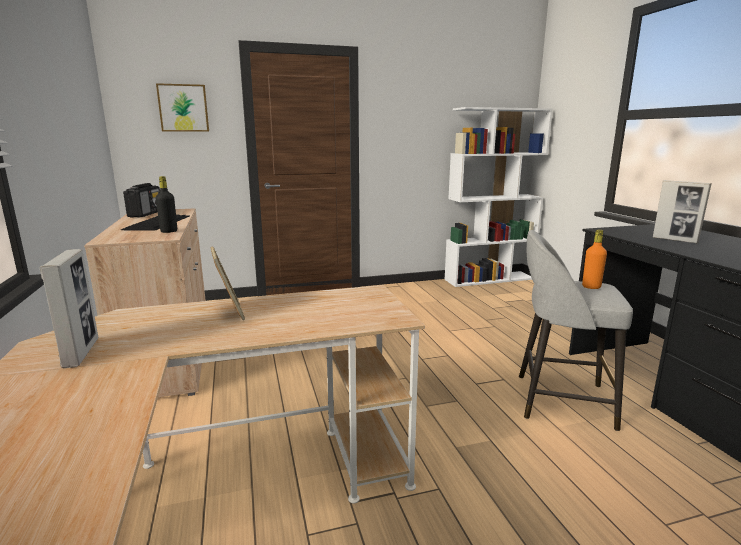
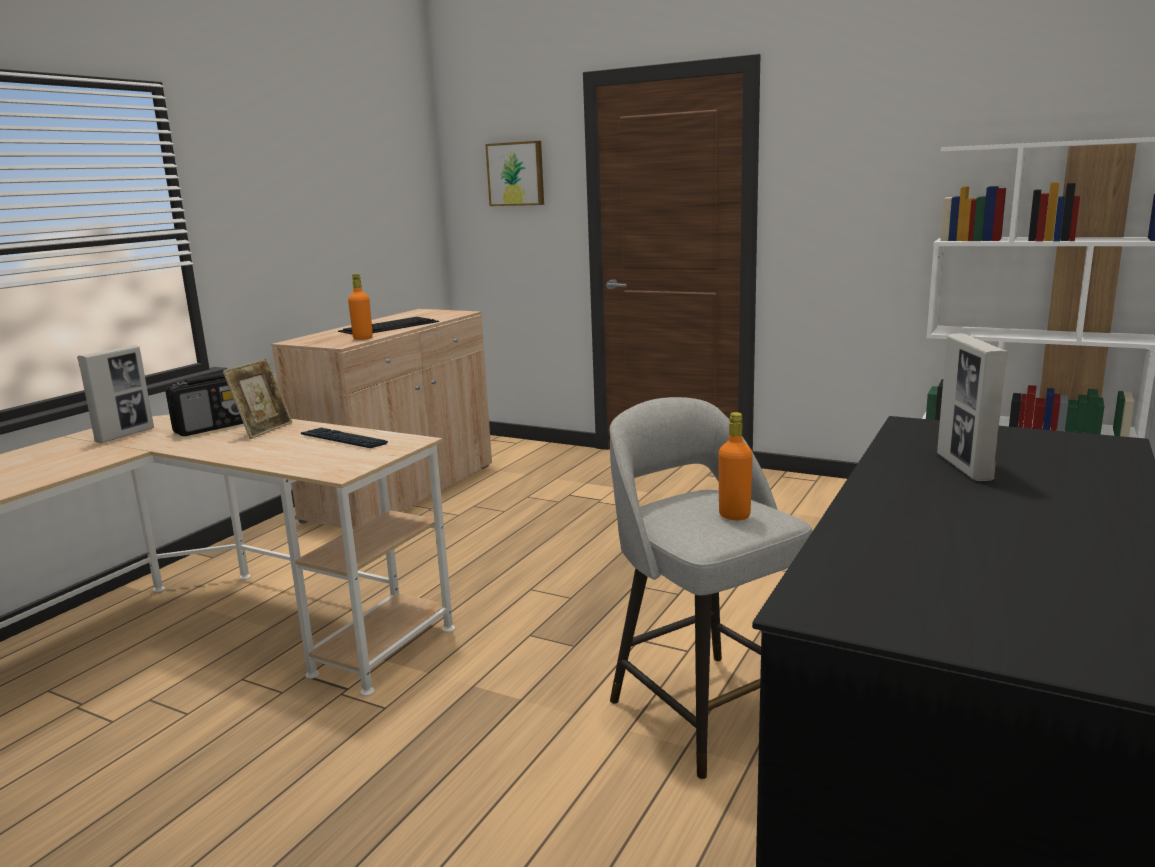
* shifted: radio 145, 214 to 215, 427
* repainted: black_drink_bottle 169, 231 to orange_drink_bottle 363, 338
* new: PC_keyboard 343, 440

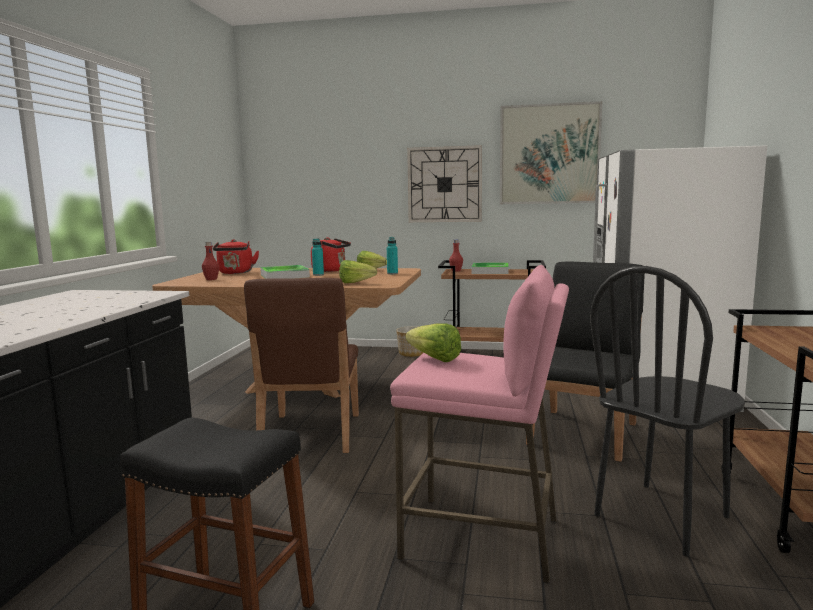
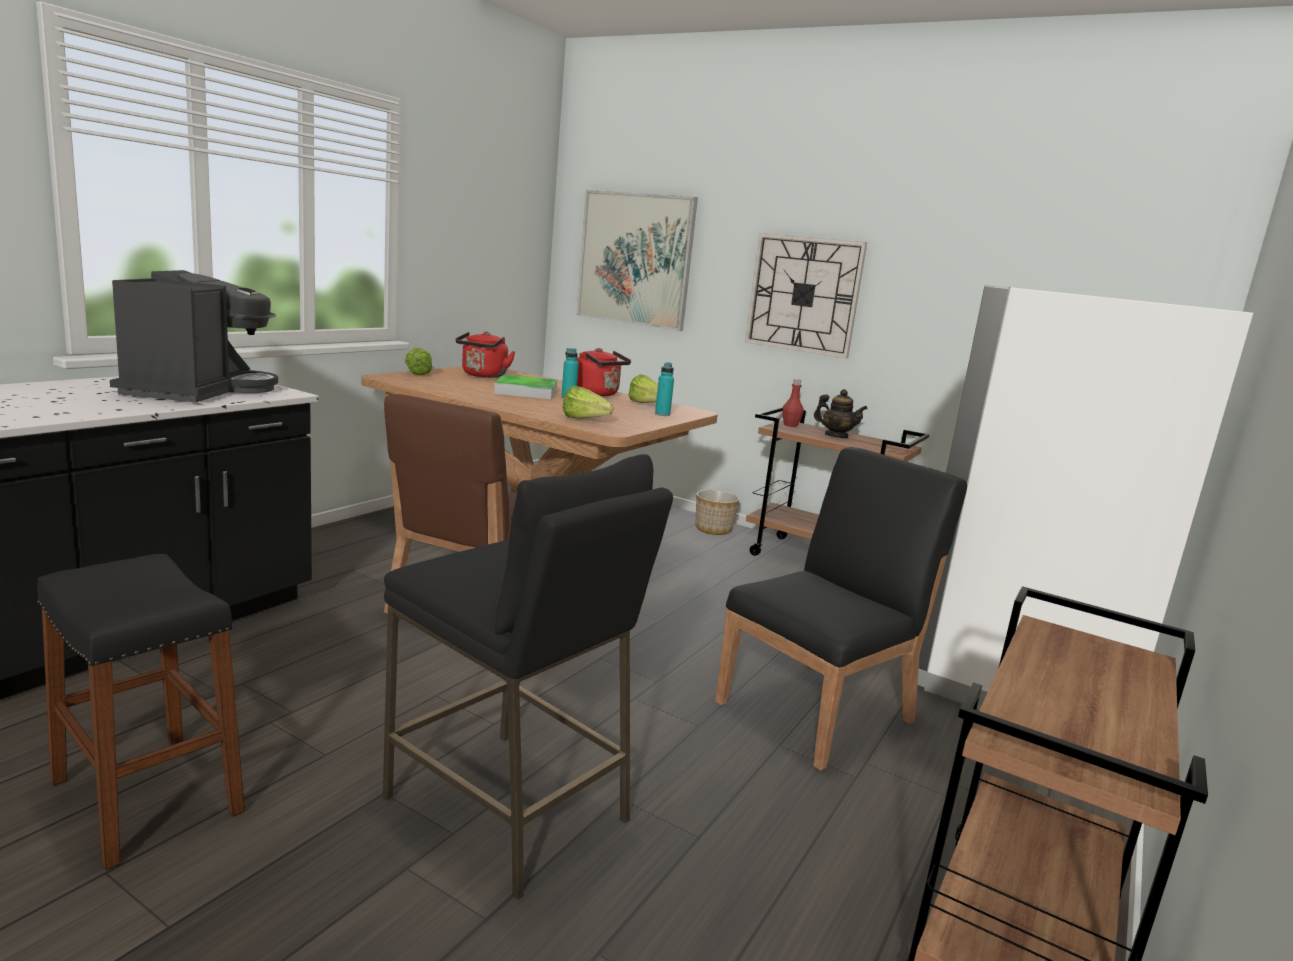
* gone: reddish_drink_bottle 211, 279
* repainted: pinkish_sitting_stool 482, 538 to black_sitting_stool 509, 808
* shifted: head_of_lettuce 431, 358 to 416, 372
* swapped: carrying_tray 490, 271 to tea_pot 836, 436
* shifted: wall_art 549, 154 to 635, 259
* gone: black_plain_chair 662, 516
* new: coffee_maker 198, 390

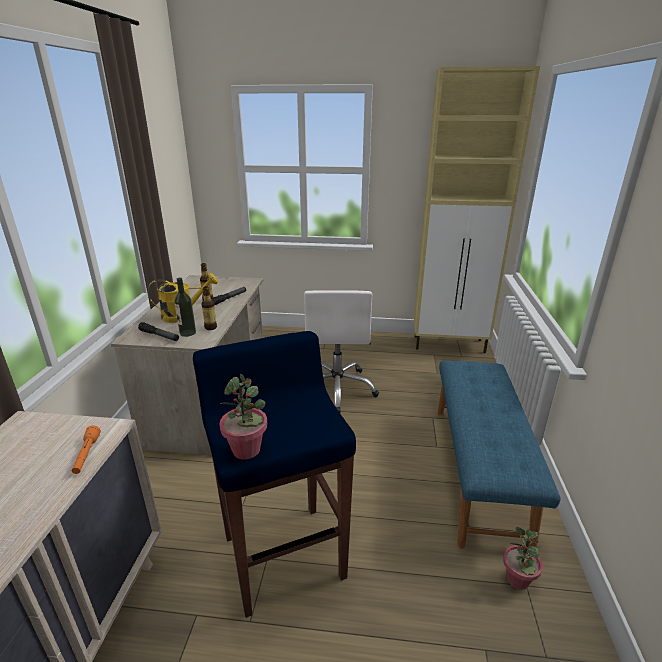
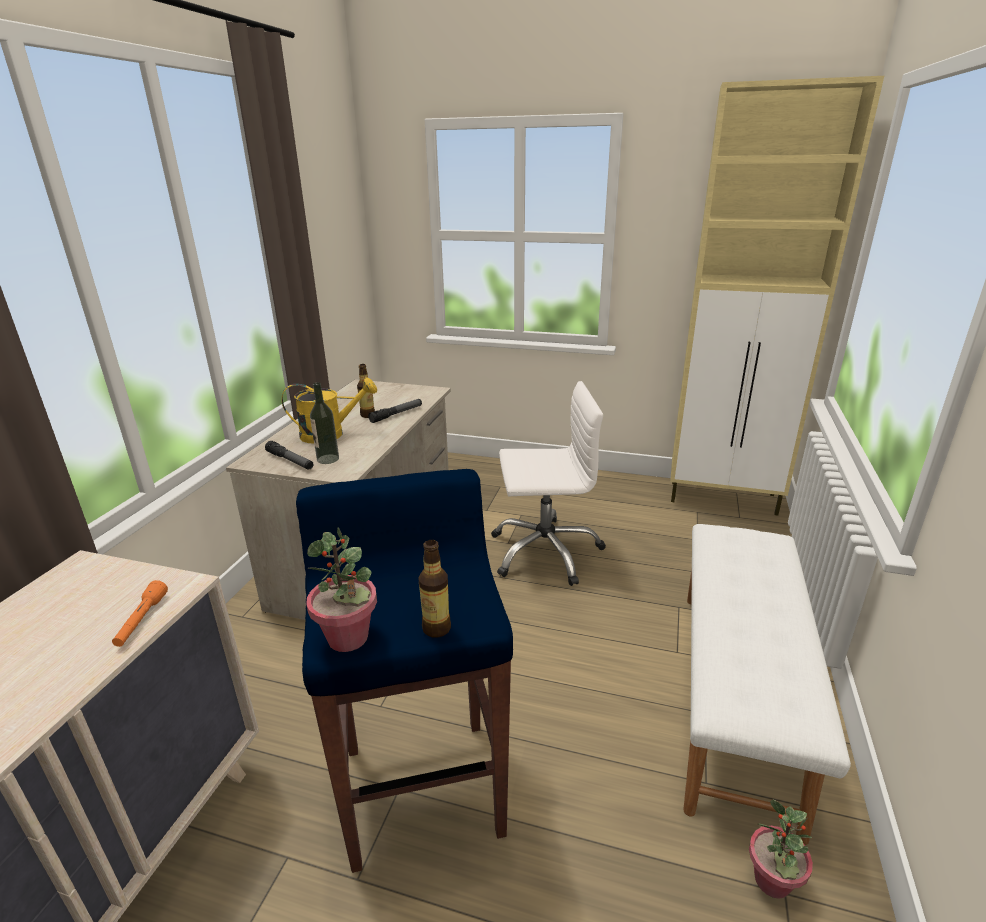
* shifted: drink_bottle 211, 327 to 436, 628
* rotated: whitish_desk_chair 337, 389 = 545, 551 105 degrees counterclockwise
* repainted: bluish_long_seat 478, 470 to whitish_long_seat 737, 696

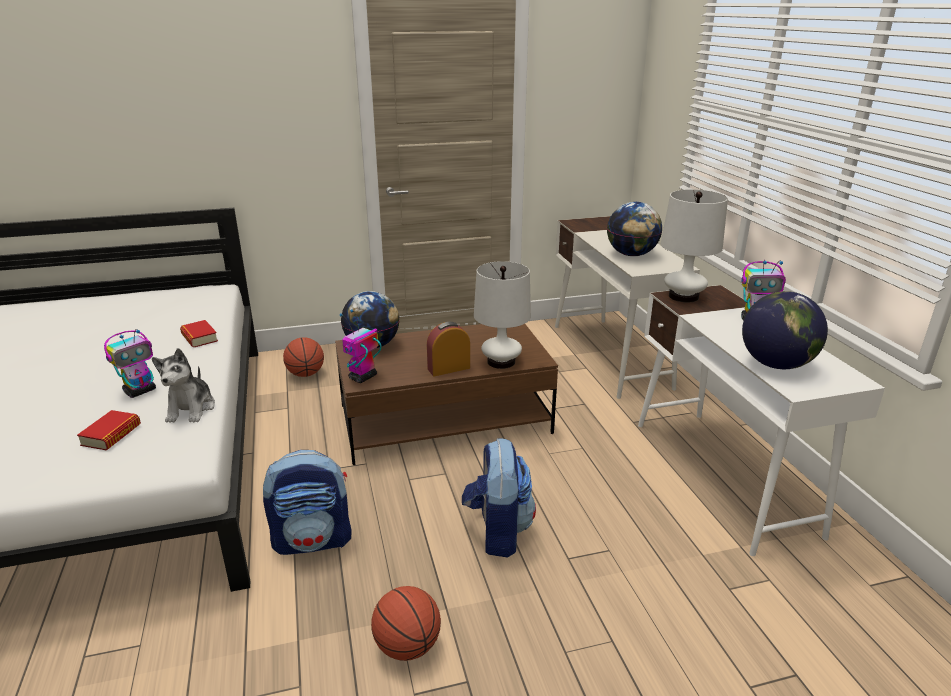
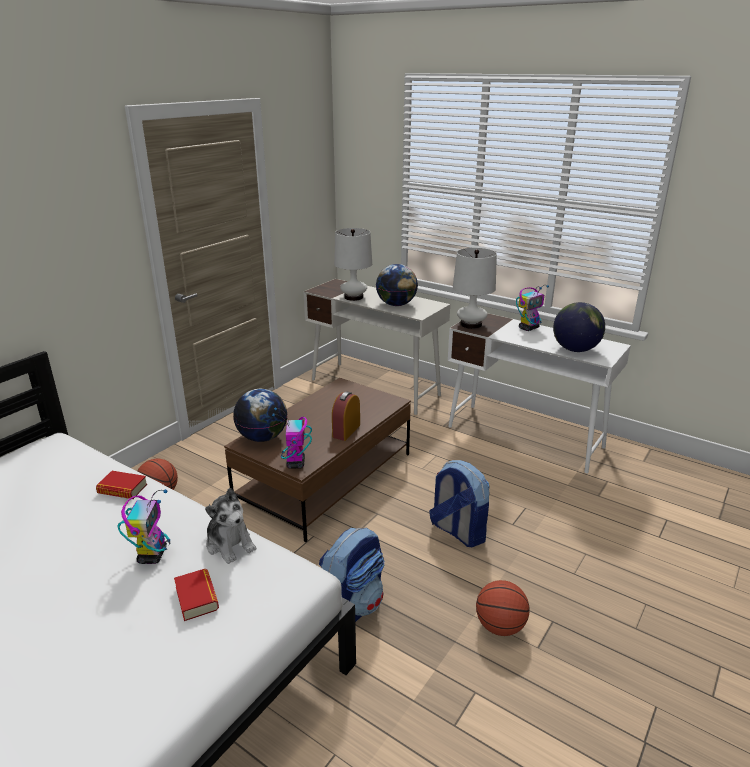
* shifted: whitish_lamp_for_a_table 501, 362 to 353, 297

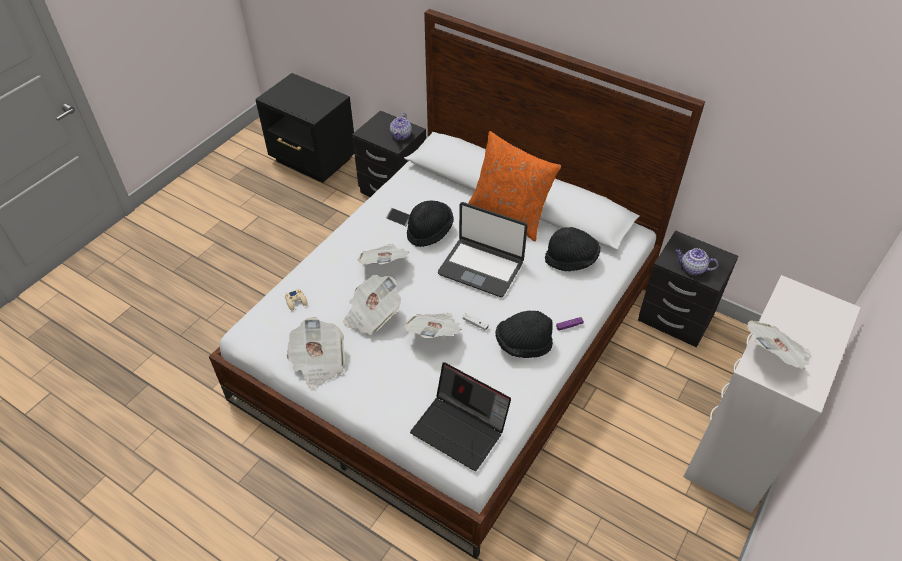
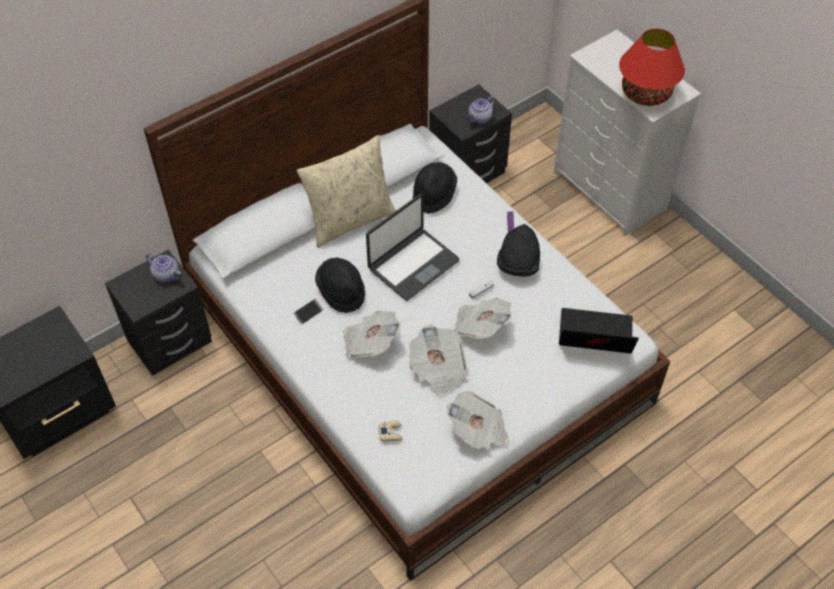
* rotated: notebook_computer 461, 429 = 594, 337 135 degrees counterclockwise
* repainted: orange_pillow 509, 215 to sand-coloured_pillow 350, 220
* swapped: printed_paper 775, 355 to reddish_lamp_for_a_table 645, 93

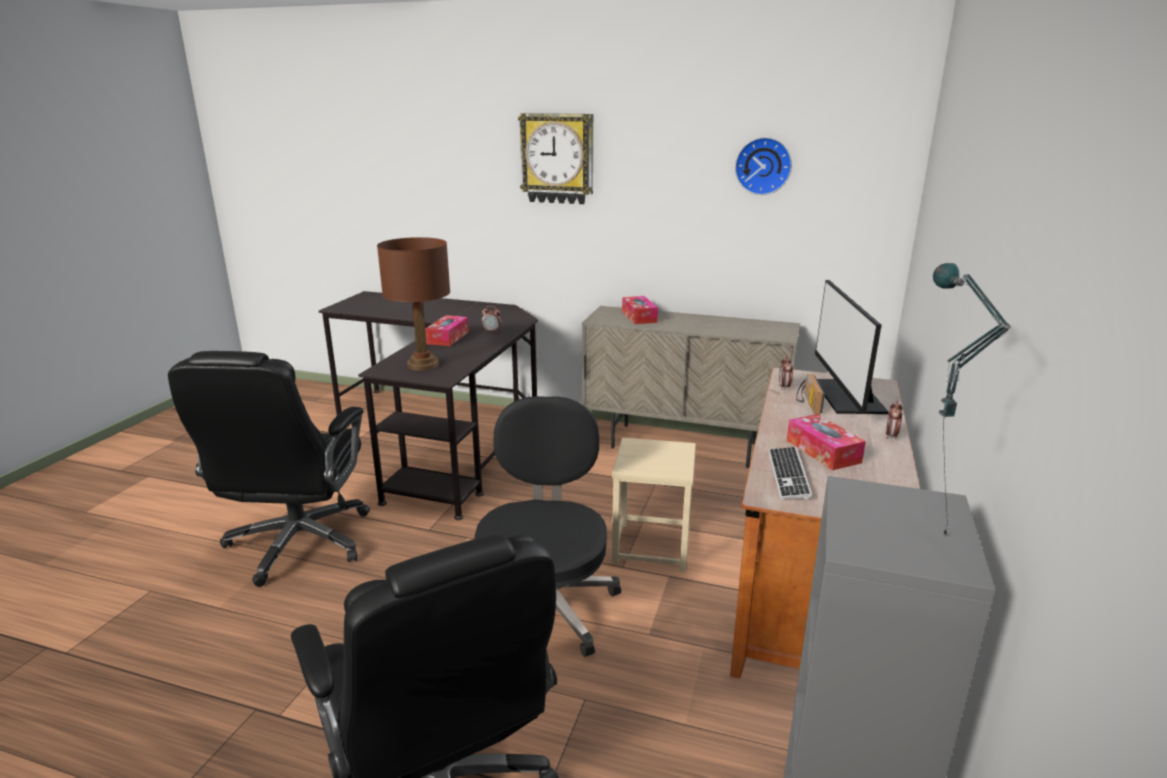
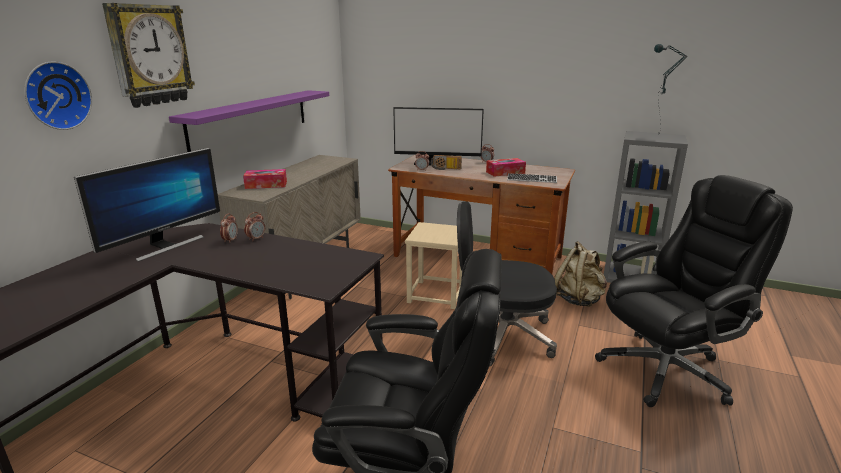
* gone: brown_lamp_for_a_table 423, 365
* gone: box_of_tissues 448, 337
* shifted: clock_on_the_wall 763, 166 to 56, 96
* new: computer_screen 165, 246
* new: purple-coloured_shelf 251, 119
* new: bedside_clock 256, 239
* new: sand-coloured_backpack 579, 299

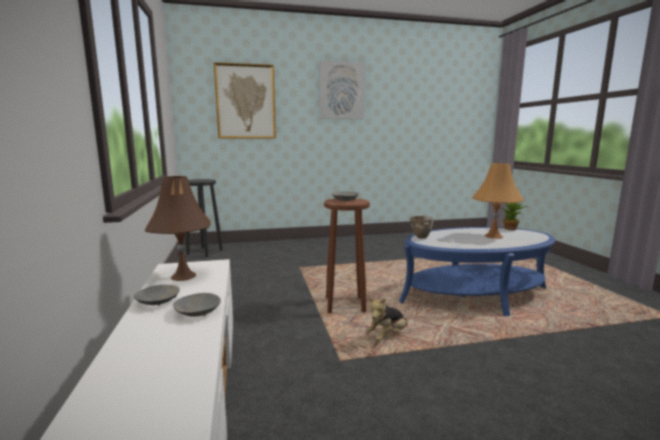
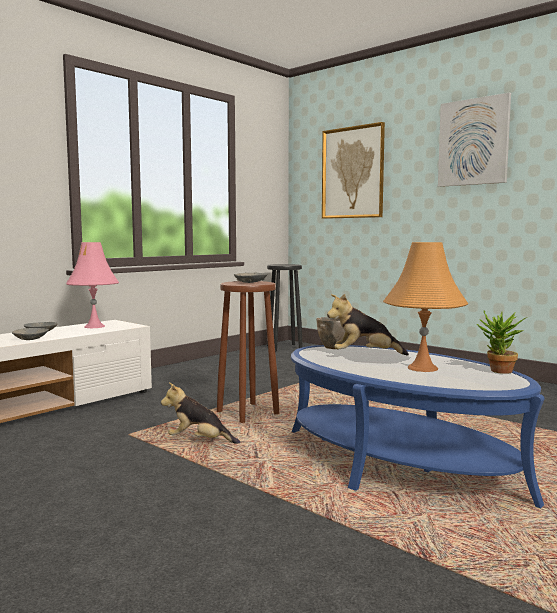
* repainted: brown_lamp_for_a_table 183, 276 to pinkish_lamp_for_a_table 94, 326
* new: soft_toy 364, 356

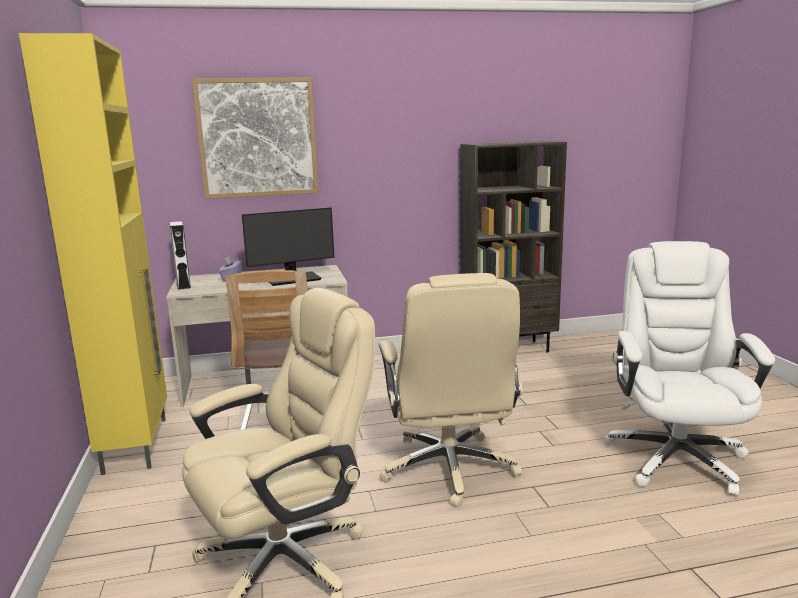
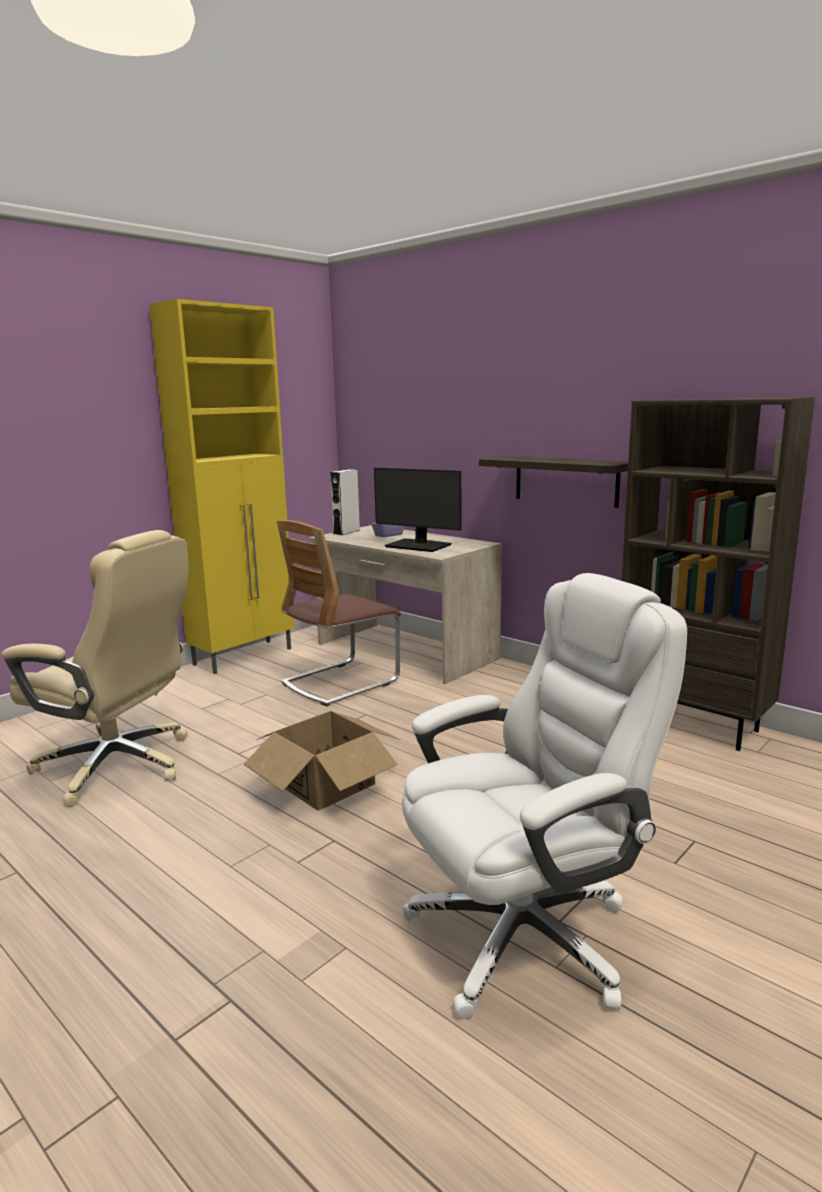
* gone: wall_art 257, 138
* swapped: sand-coloured_desk_chair 449, 469 to packing_box 325, 783
* new: shelf 566, 480

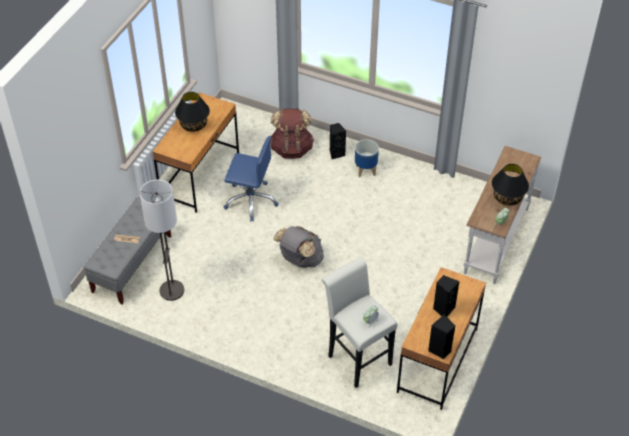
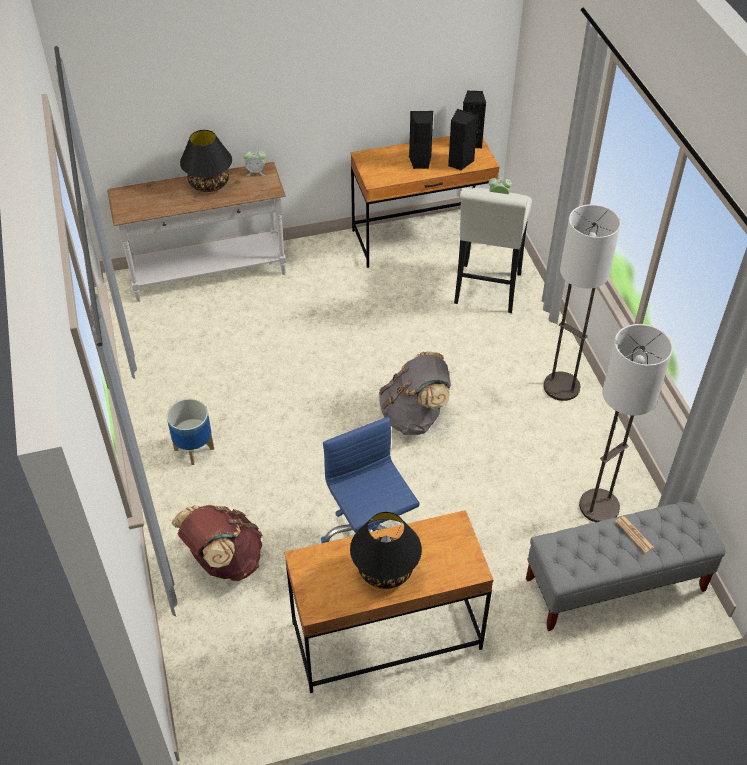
* shifted: black_speaker 336, 153 to 459, 162
* new: floor_lamp 562, 387

